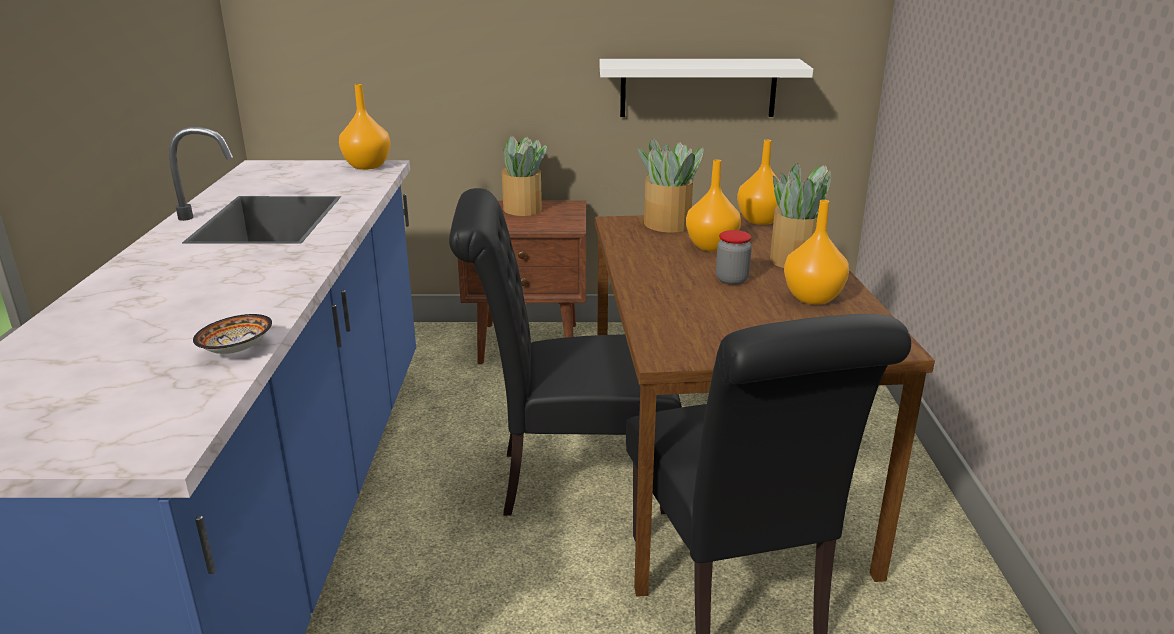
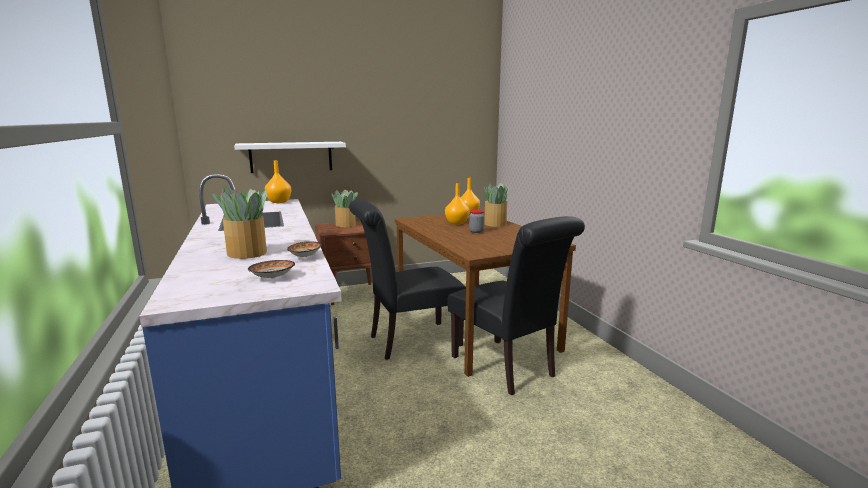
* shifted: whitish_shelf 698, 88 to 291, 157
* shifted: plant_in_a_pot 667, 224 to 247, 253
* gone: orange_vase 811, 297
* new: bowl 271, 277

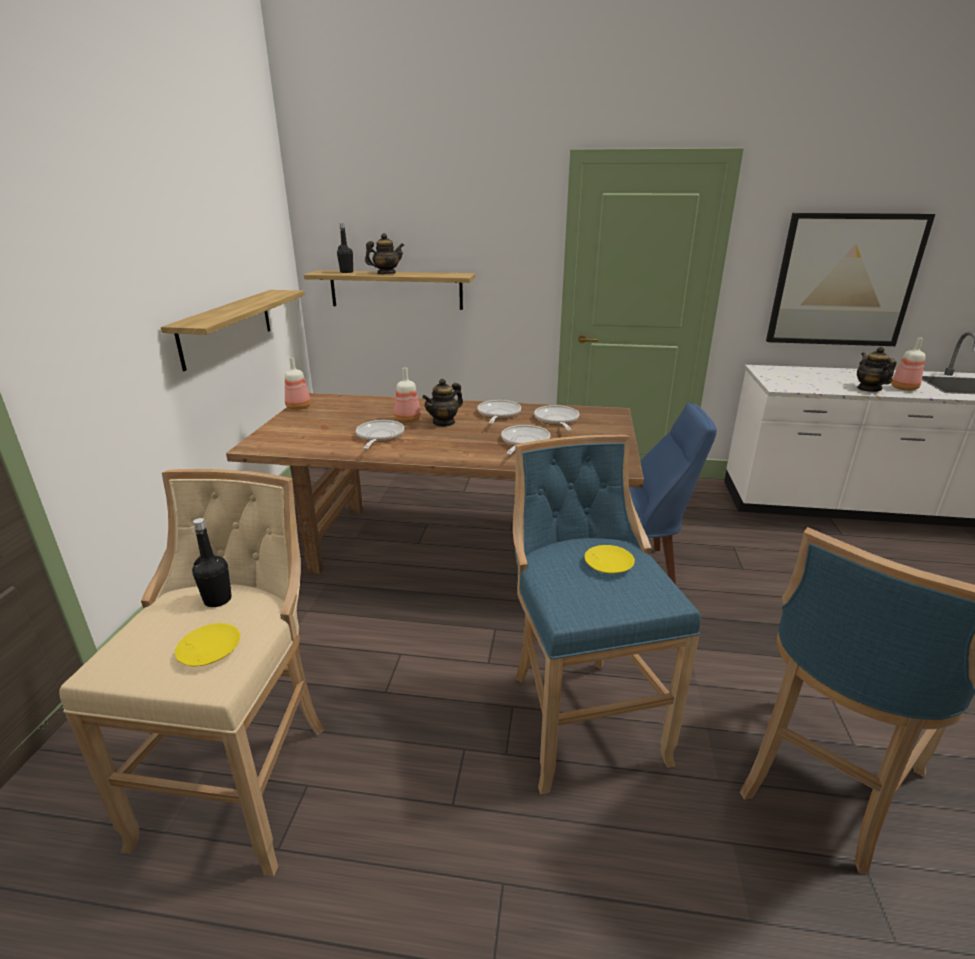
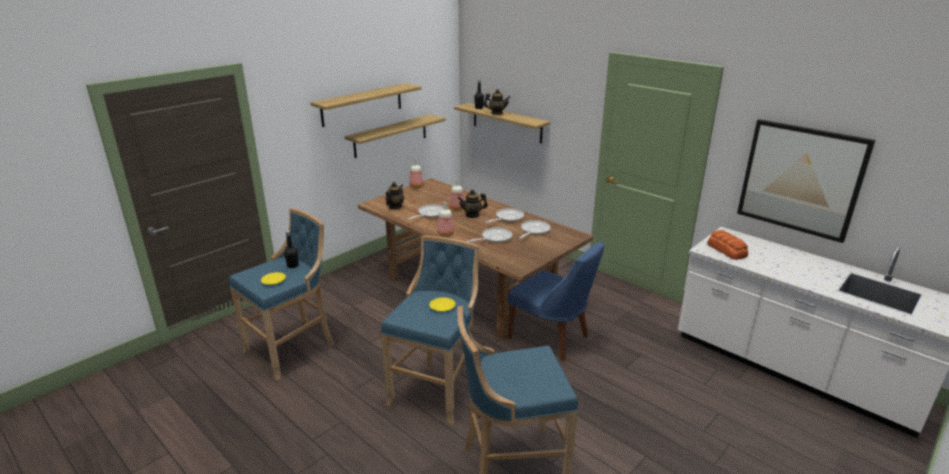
* repainted: sand-coloured_sitting_stool 245, 780 to bluish_sitting_stool 293, 348
* shifted: tea_pot 869, 389 to 395, 207
* shifted: drink_bottle 904, 388 to 445, 234
* new: shelf 362, 104
* new: baked_bread 726, 250

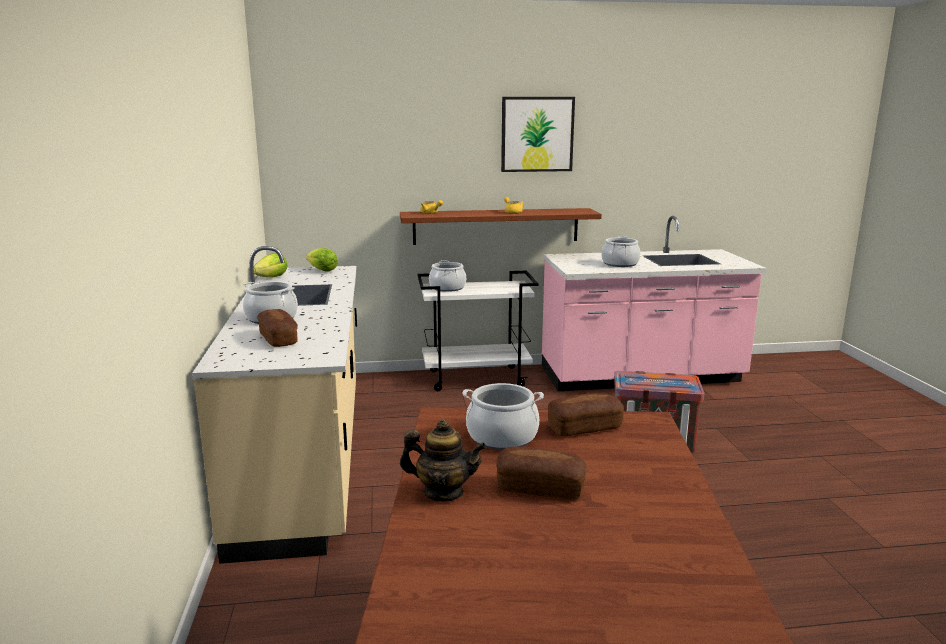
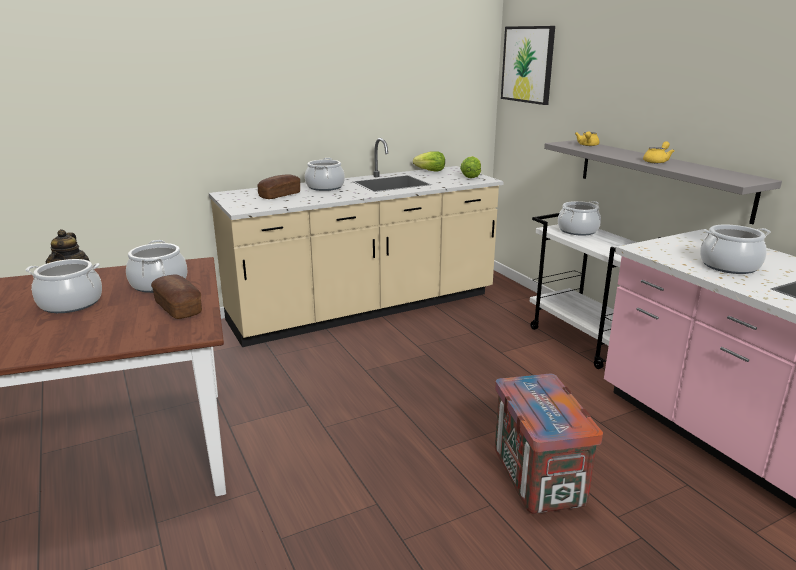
* repainted: brown_shelf 496, 226 to greyish_shelf 660, 177
* swapped: baked_bread 540, 488 to stockpot 71, 303
* shifted: wall_art 537, 134 to 528, 64

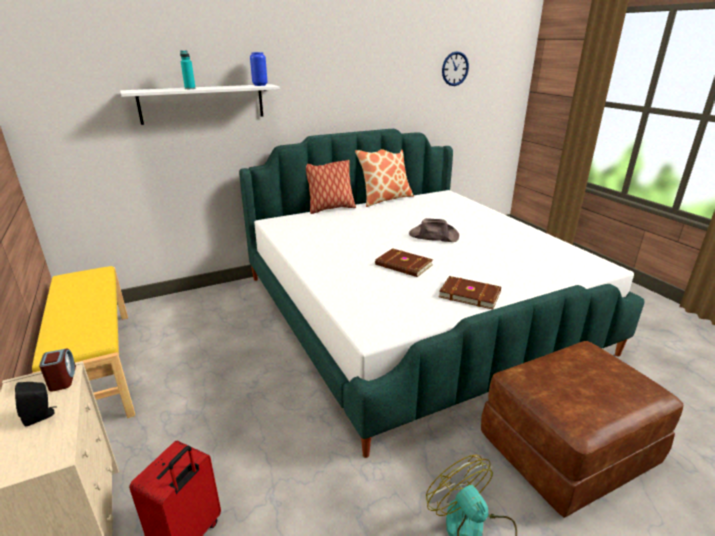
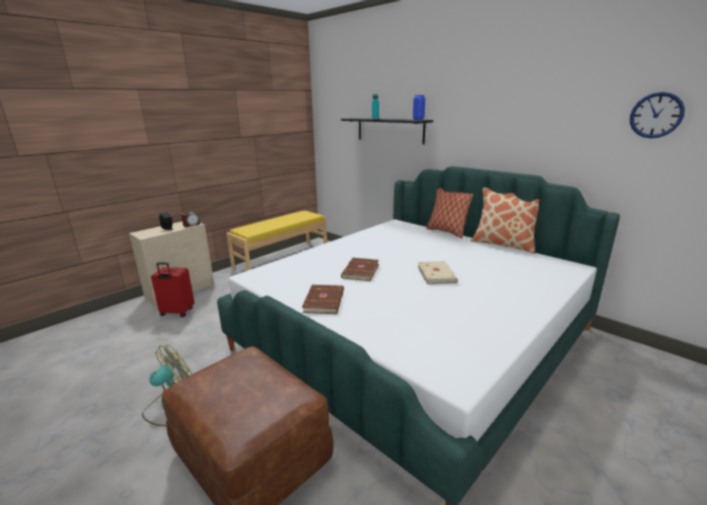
* repainted: whitish_shelf 202, 103 to black_shelf 389, 130
* swapped: brown_wearable_hat 433, 235 to sand-coloured_bound_book 437, 274

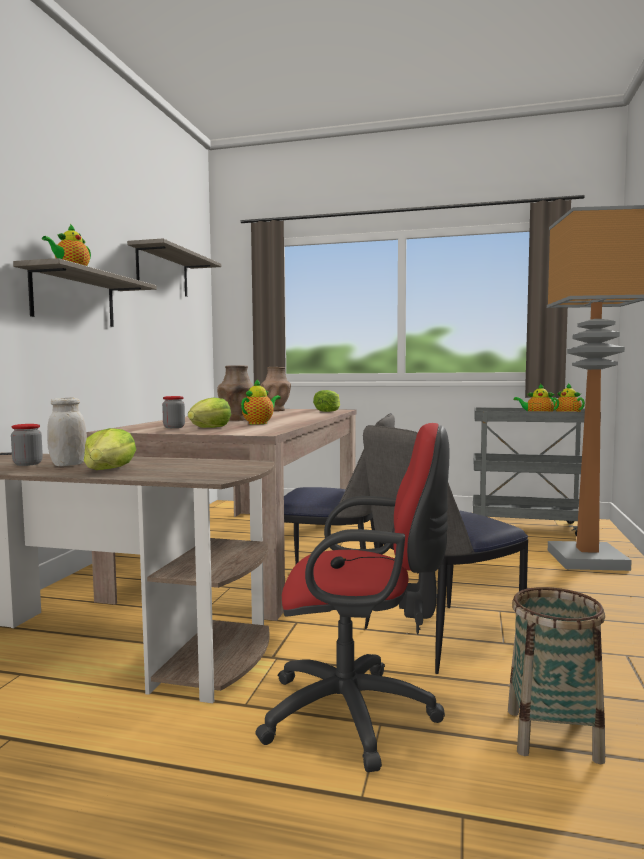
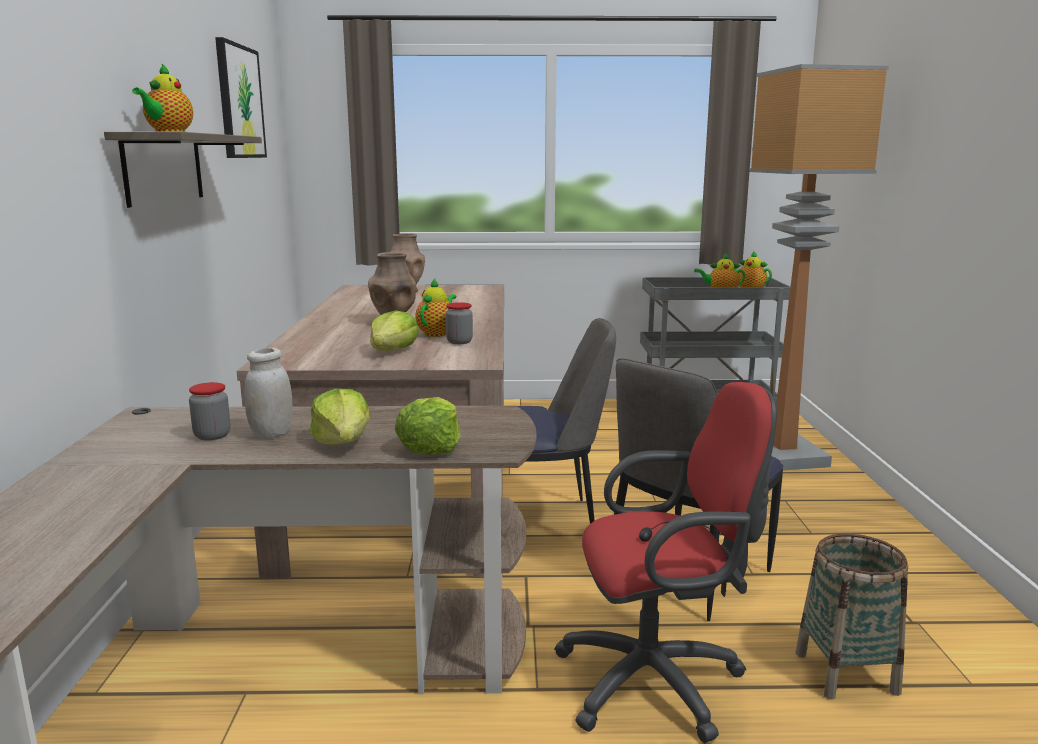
* swapped: shelf 162, 272 to wall_art 239, 102
* shifted: preserve_jar 174, 427 to 459, 342
* shifted: head_of_lettuce 327, 411 to 430, 447

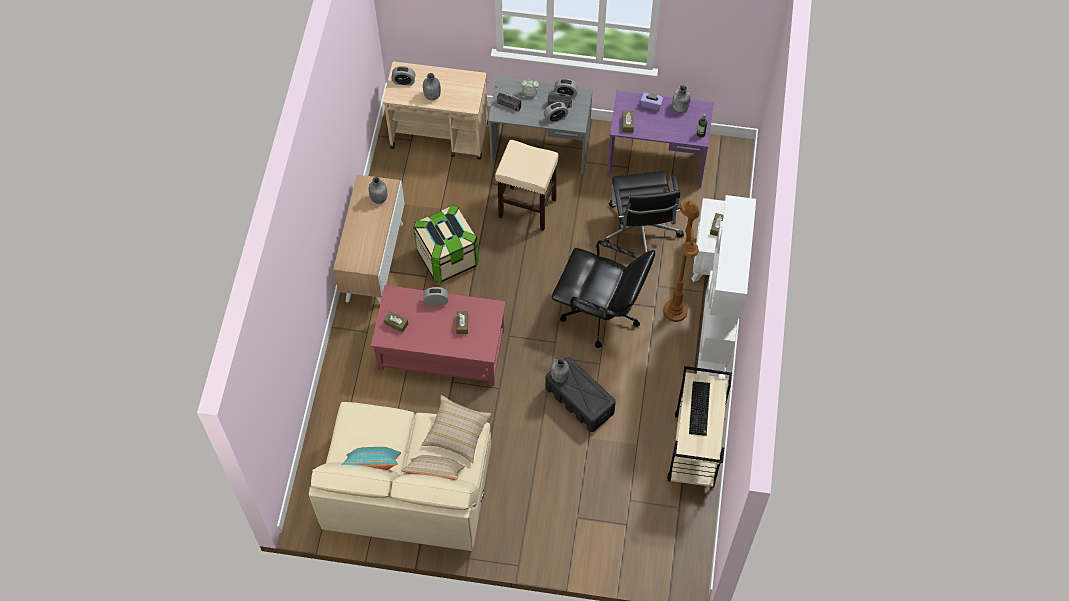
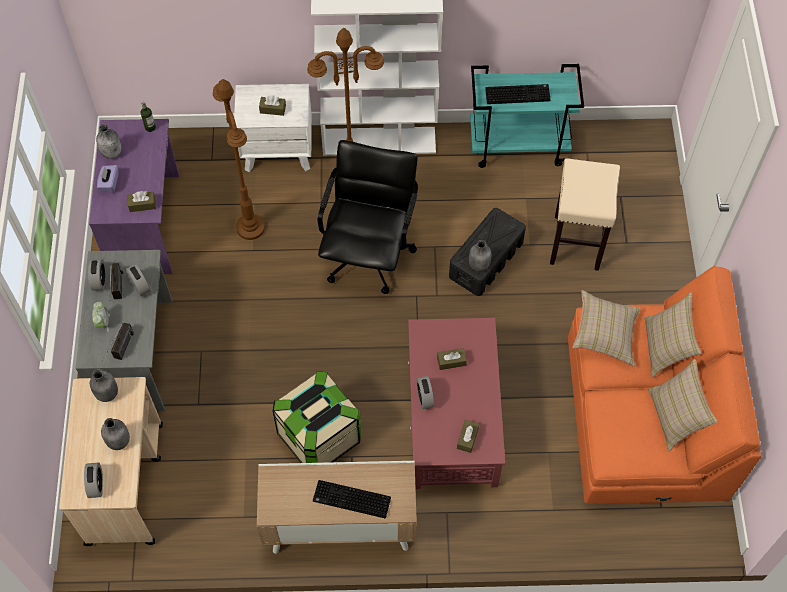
* repainted: sand-coloured_couch 408, 489 to orange_couch 644, 419
* repainted: turquoise-coloured_pillow 373, 467 to sand-coloured_pillow 676, 417
* shifted: greyish_drink_bottle 379, 198 to 106, 394
* shifted: sand-coloured_sitting_stool 526, 208 to 576, 243
* swapped: black_desk_chair 640, 232 to brown_floor_lamp 251, 228
* repainted: sand-coloured_trolley 695, 451 to turquoise-coloured_trolley 519, 145
* new: PC_keyboard 350, 500

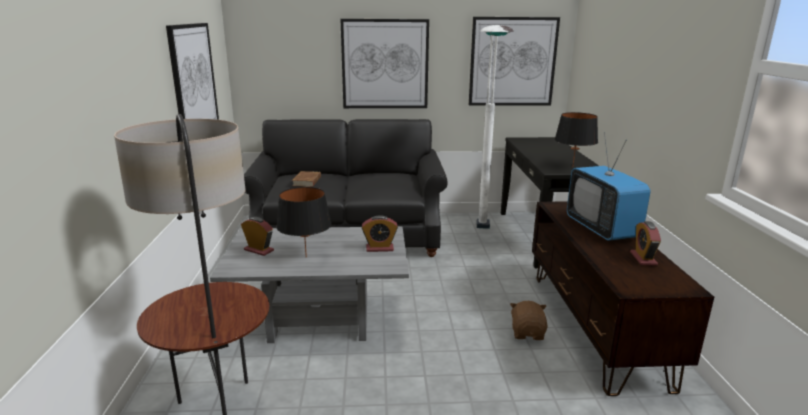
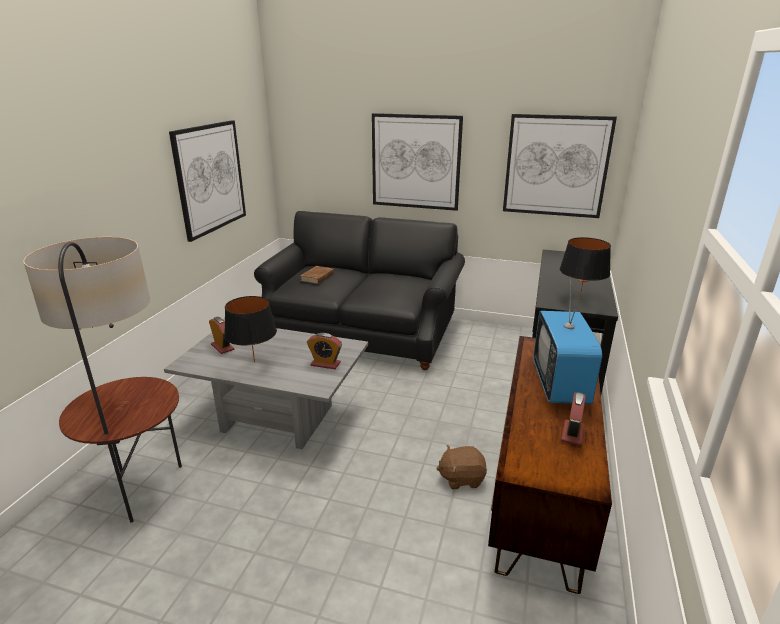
* gone: whitish_floor_lamp 483, 237
* rotated: brown_soft_toy 527, 333 = 461, 478 120 degrees counterclockwise

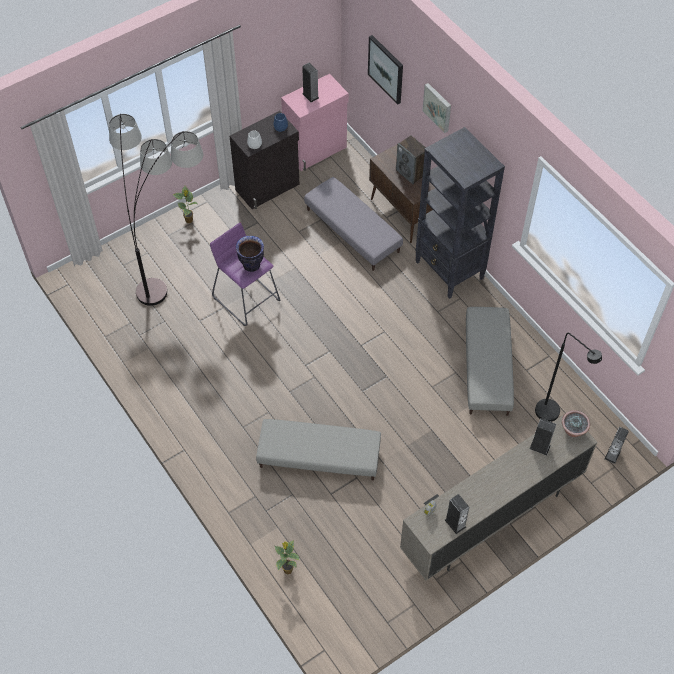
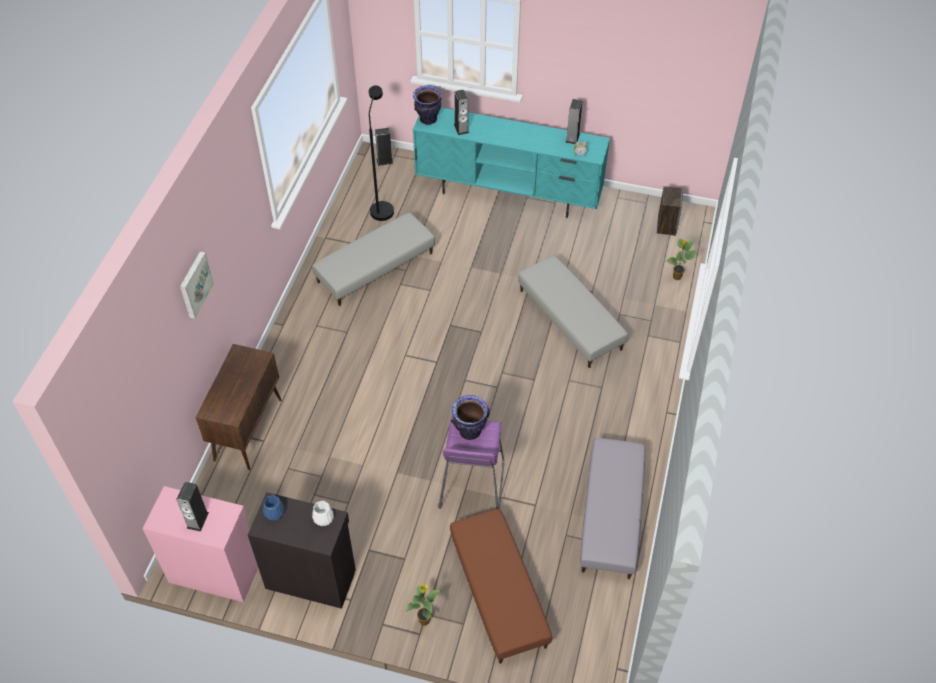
* swapped: floor_lamp 167, 263 to brown_pouffe 499, 592
* shifted: greyish_pouffe 352, 231 to 611, 515
* gone: wall_art 386, 69
* shifted: speaker 411, 173 to 666, 225
* repainted: sand-coloured_tv_stand 491, 519 to turquoise-coloured_tv_stand 509, 194
* gone: black_bookcase 449, 271
* swapped: plant_in_a_pot 573, 431 to vase 428, 119

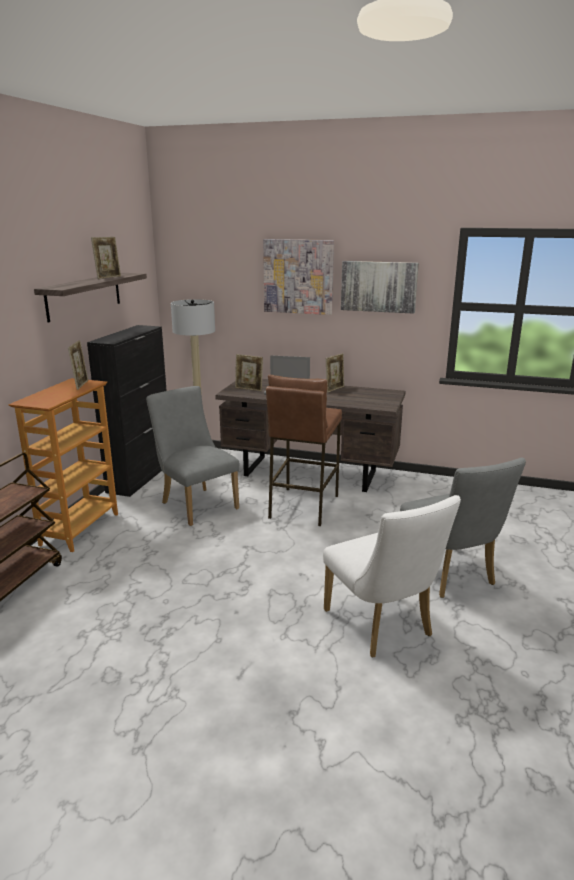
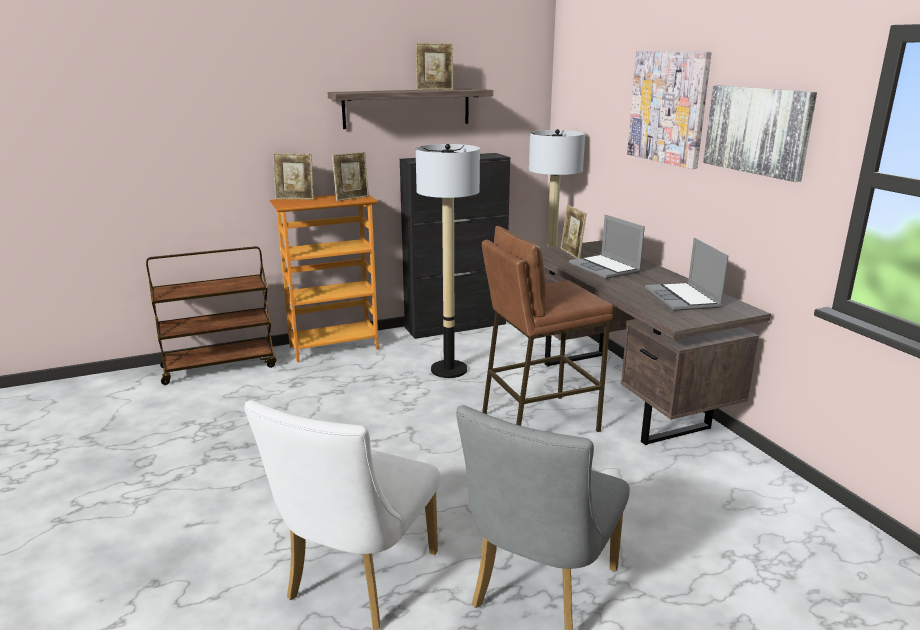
* swapped: greyish_plain_chair 196, 504 to floor_lamp 449, 369
* shifted: standing_frame 334, 389 to 295, 199
* new: notebook_computer 683, 299

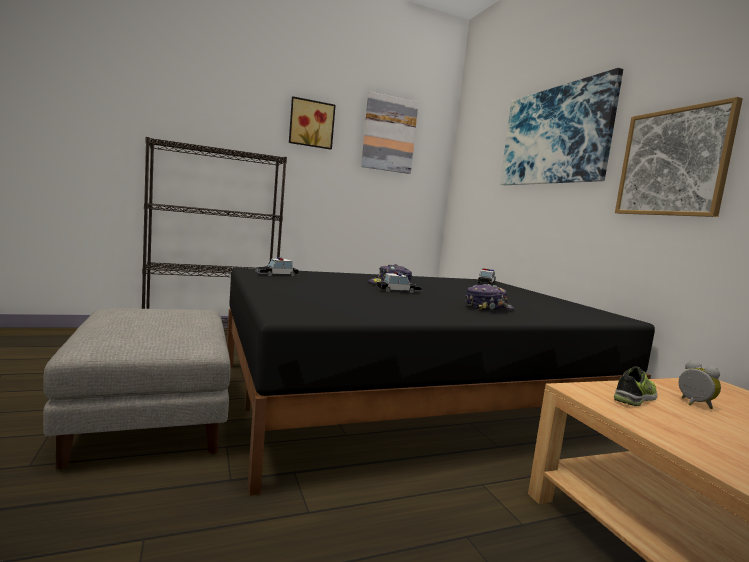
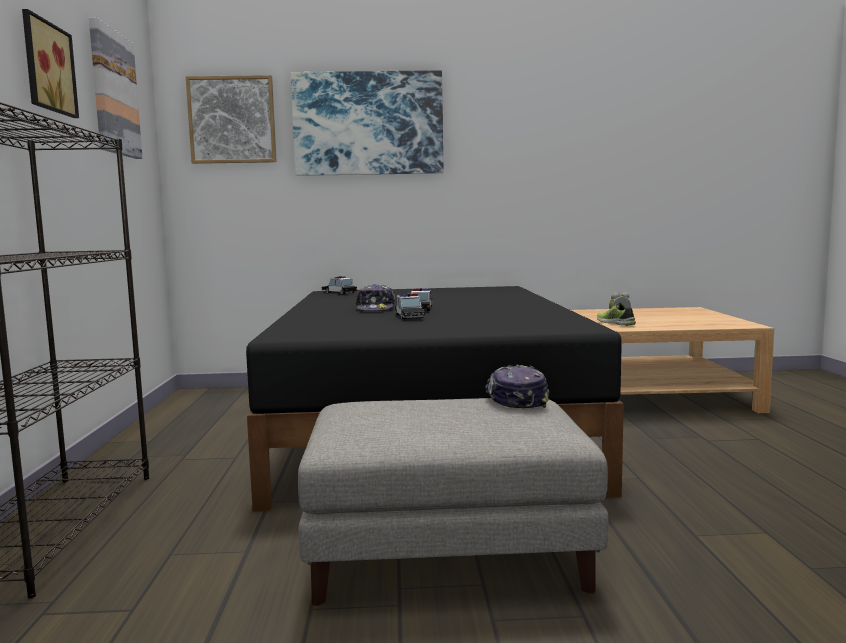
* shifted: model_car 276, 274 to 409, 316
* shifted: peaked_cap 488, 308 to 515, 400
* shifted: wall_art 673, 163 to 232, 120

